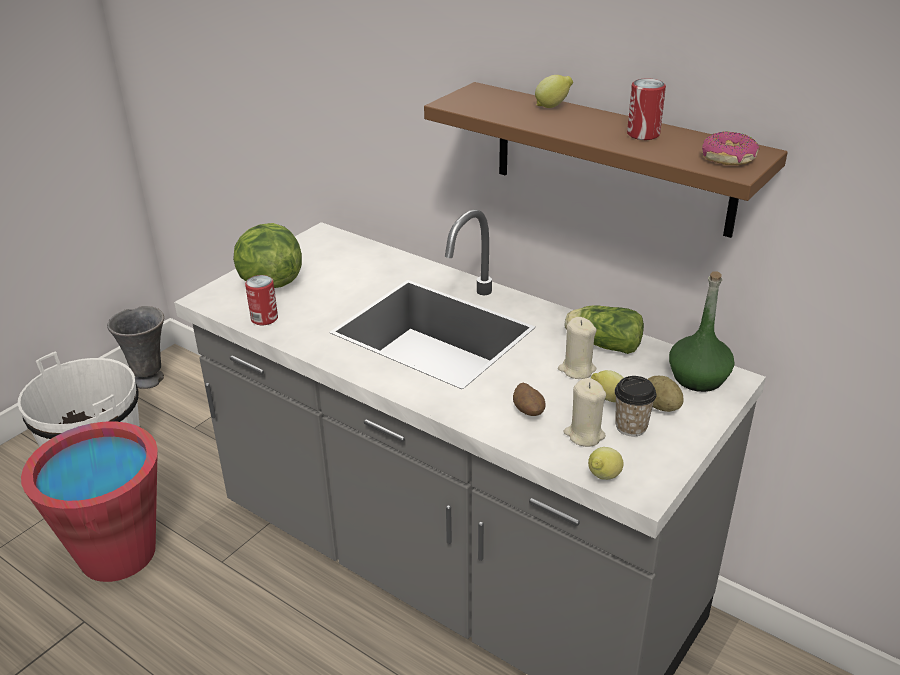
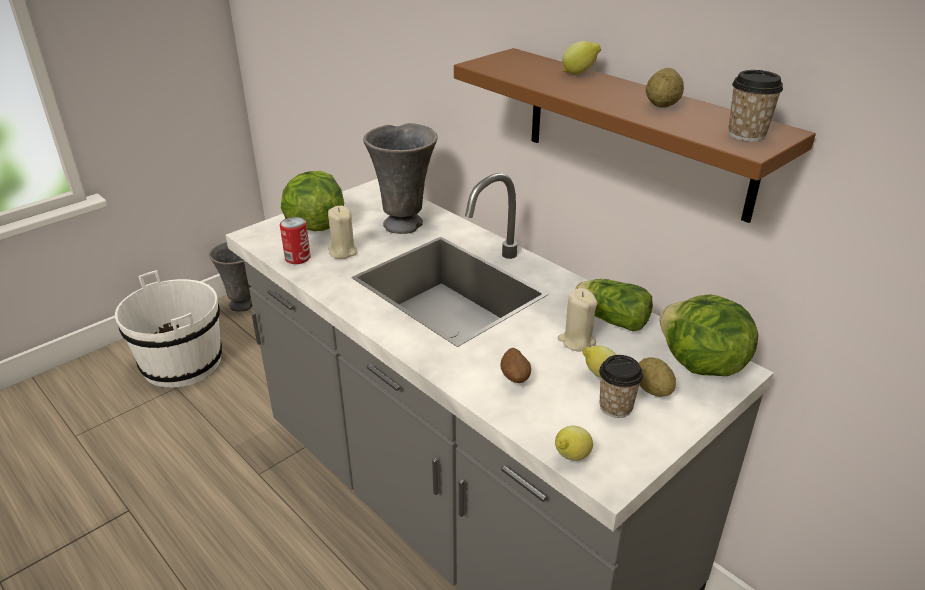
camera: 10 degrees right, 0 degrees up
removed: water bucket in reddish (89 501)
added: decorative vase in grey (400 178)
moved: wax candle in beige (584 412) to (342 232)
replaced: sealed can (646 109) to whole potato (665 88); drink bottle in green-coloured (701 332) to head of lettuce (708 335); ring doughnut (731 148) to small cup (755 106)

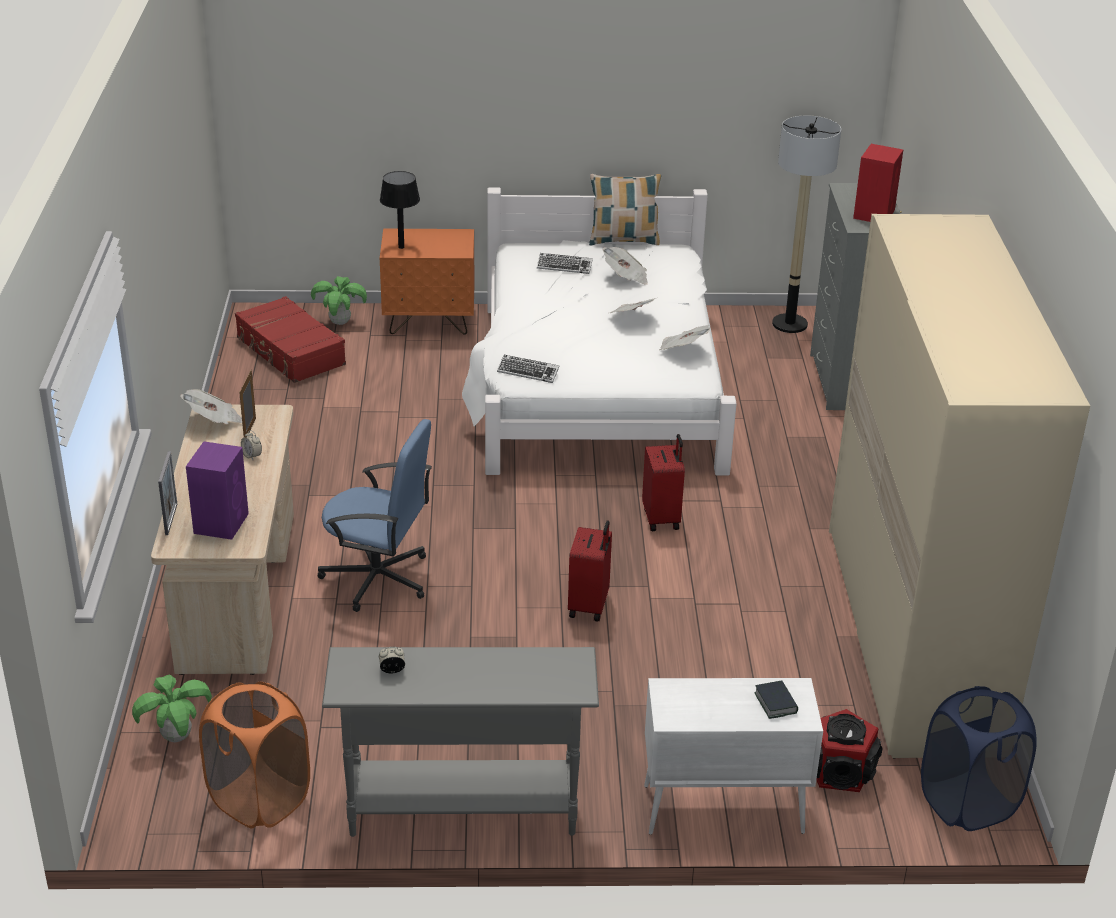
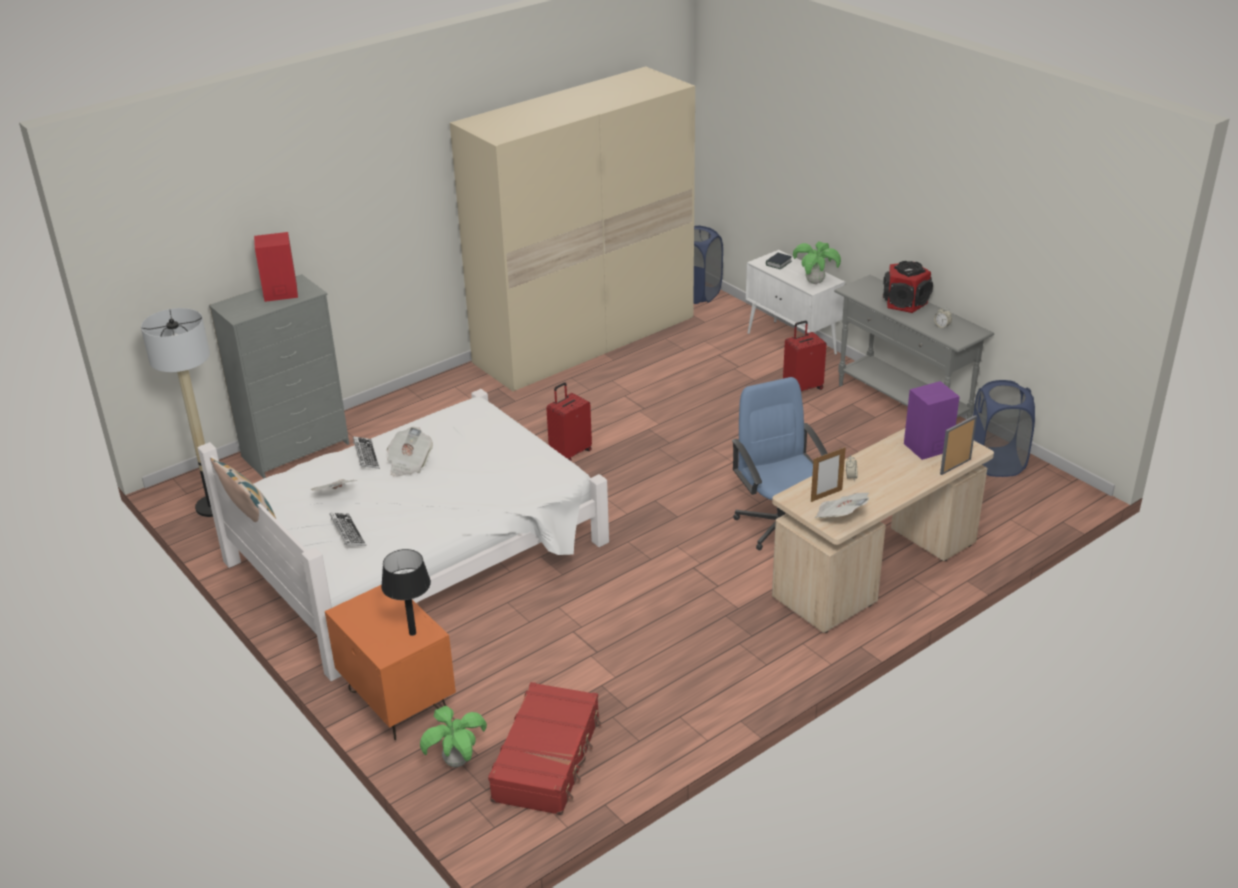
camera: 125 degrees left, 0 degrees up
removed: newspaper (684 337)
moved: computer keyboard (528 369) to (366 452); travel case in reddish (590 571) to (805 356); potted plant (172 708) to (817 263); speaker (849 750) to (908 287)
recoloured: washing basket in orange-coloured (254 755) to washing basket in bluish (1004 428)

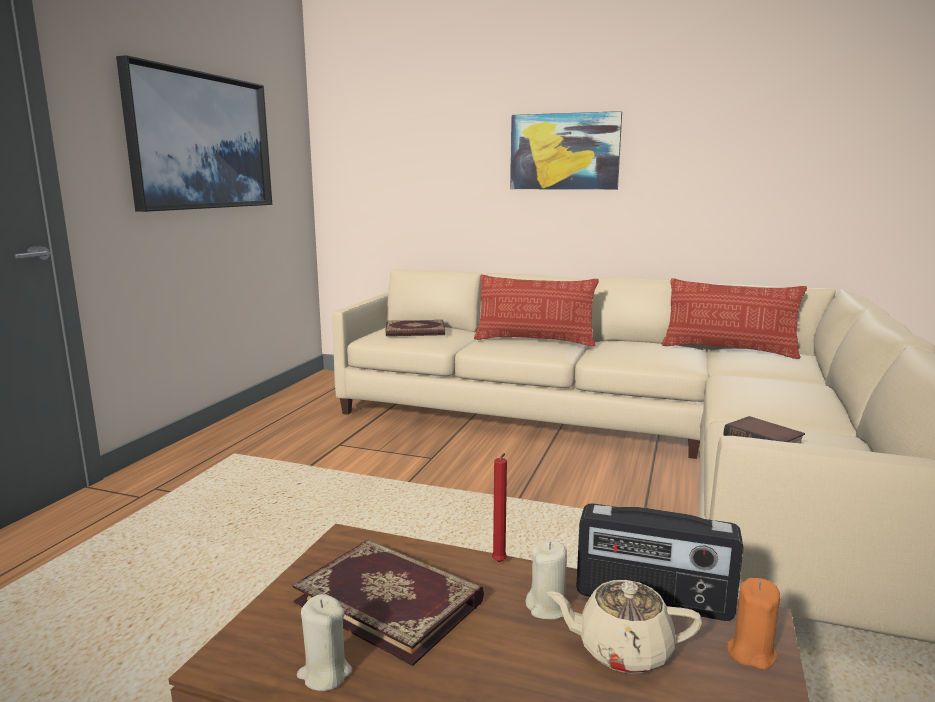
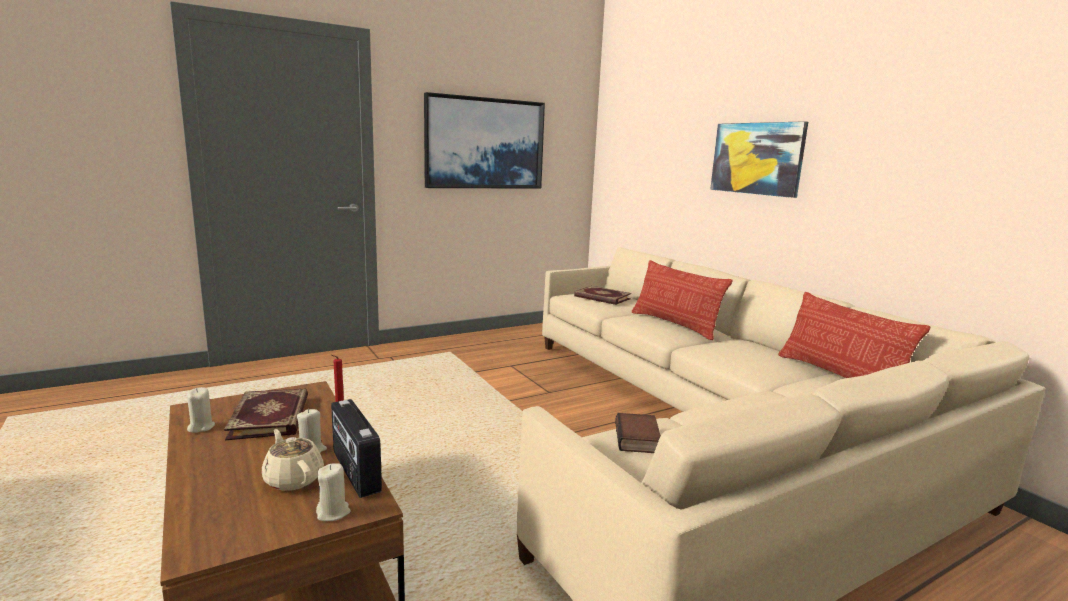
camera: 40 degrees right, 0 degrees up
recoloured: wax candle in orange-coloured (753 624) to wax candle in beige (333 492)

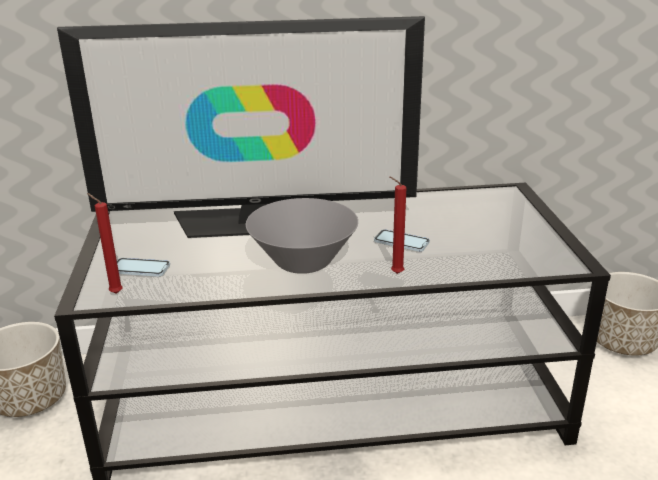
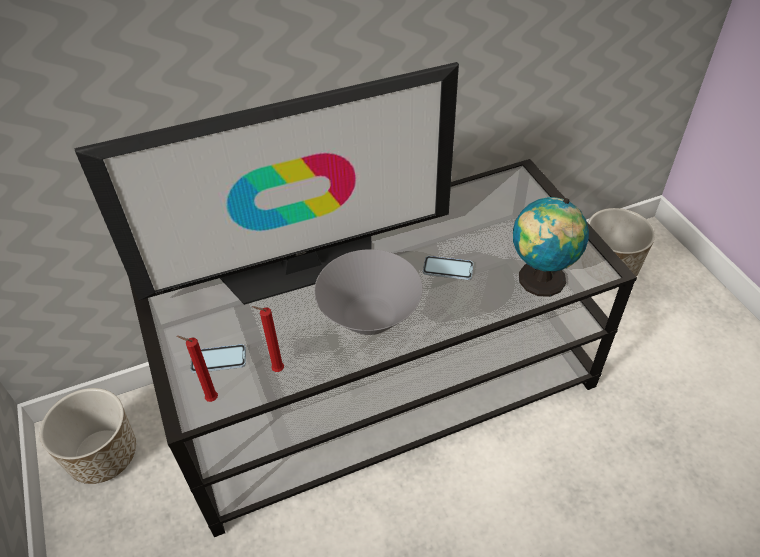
camera: 15 degrees left, 20 degrees up
added: desk globe (551 247)
moved: wax candle in reddish (397 225) to (268 339)

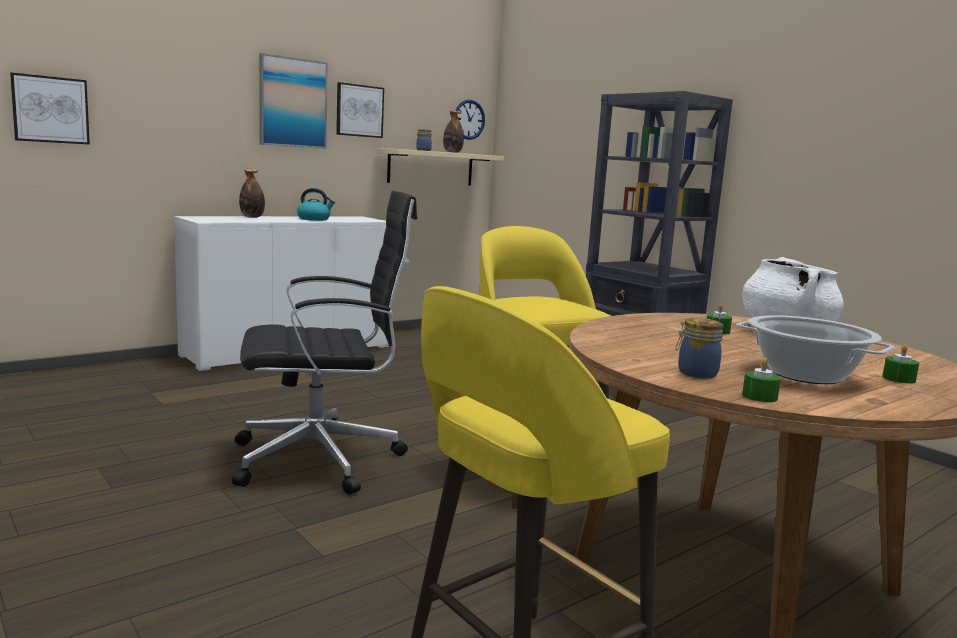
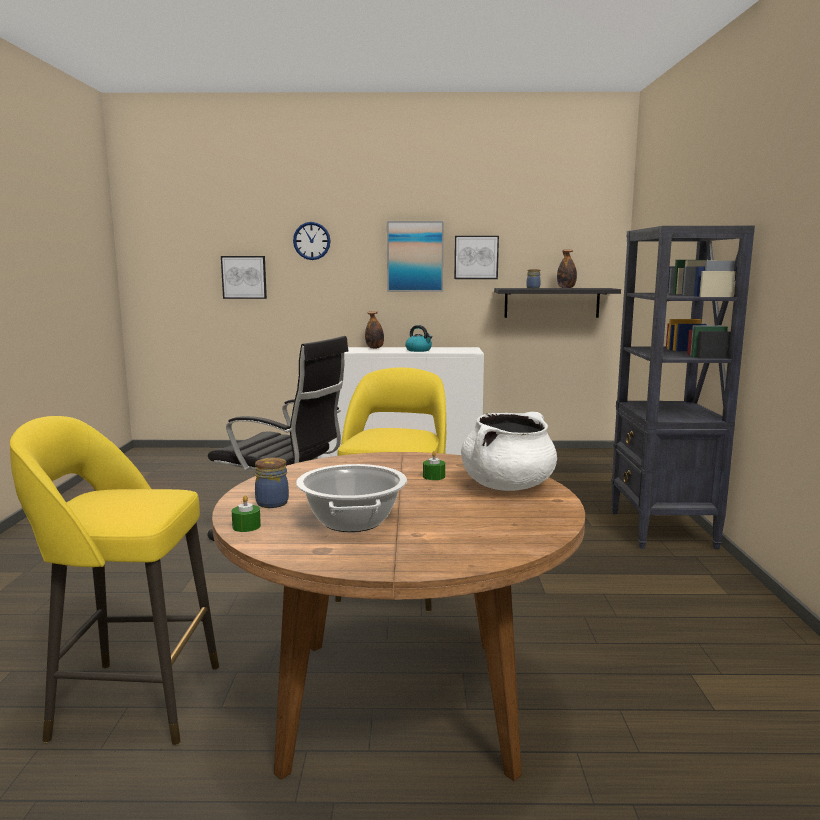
camera: 40 degrees right, 0 degrees up
removed: wax candle in green-coloured (900 364)
moved: clock on the wall (470 120) to (312 241)
recoloured: bracket shelf in beige (440 167) to bracket shelf in blackish (557 303)

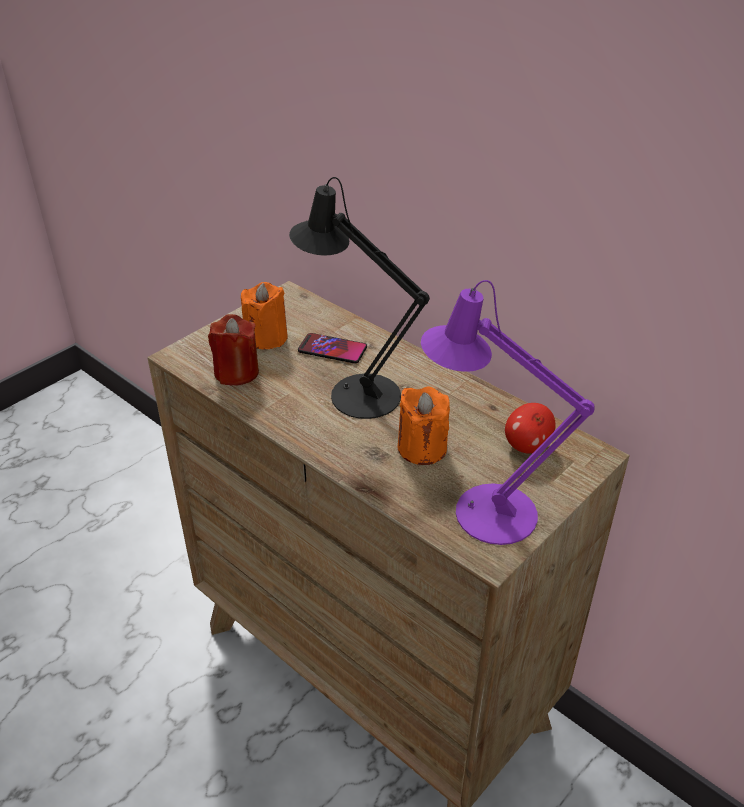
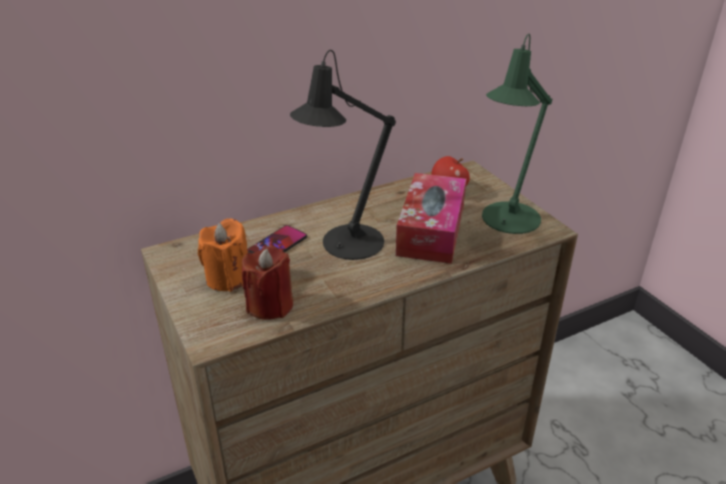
camera: 70 degrees left, 5 degrees down
replaced: wax candle in orange-coloured (424 425) to tissue holder (431 218)
recoloured: lamp for a table in purple (508 412) to lamp for a table in green-coloured (517 134)

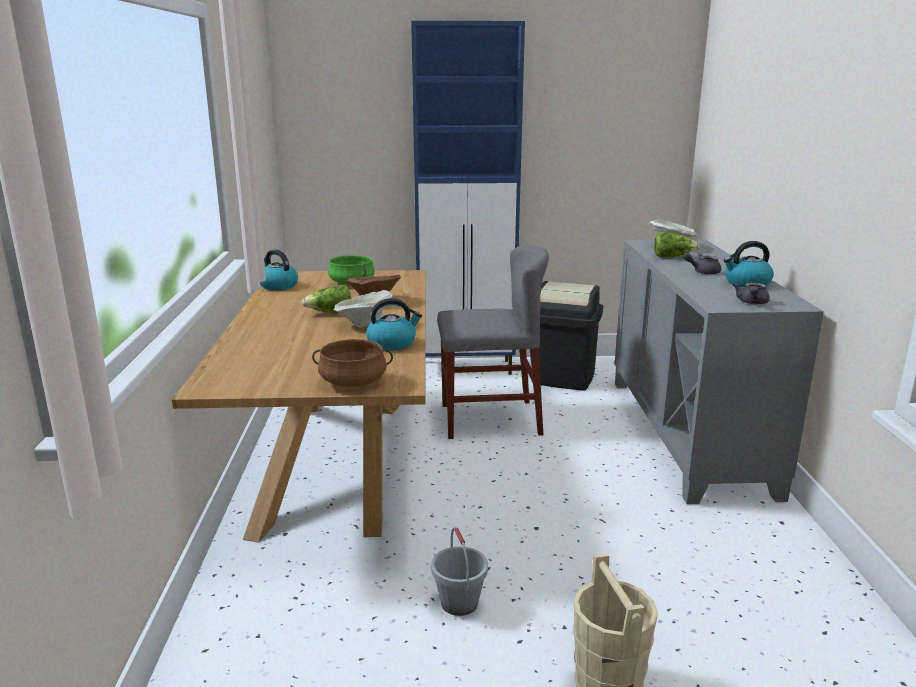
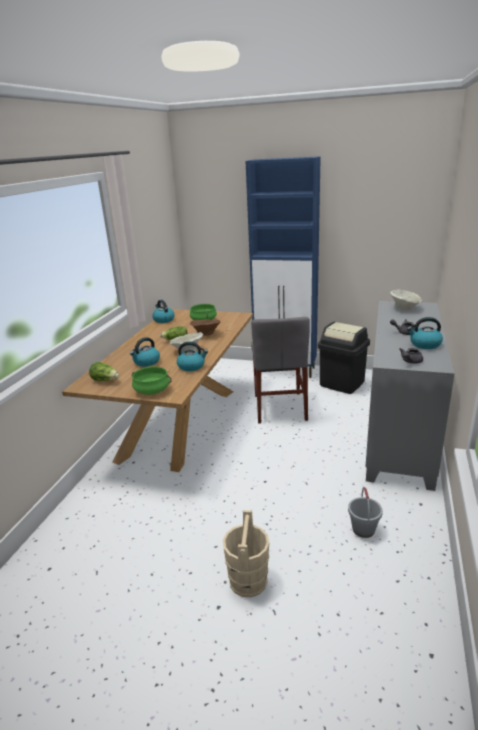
camera: 20 degrees right, 5 degrees up
added: water kettle (145 352)
moved: head of lettuce (677 245) to (104 371); water bucket in grey (459 571) to (365 512)
recoloured: cooking pot in brownish (352 363) to cooking pot in green-coloured (151 380)
turned: upright chair in grey (493 342) = (280 370) 75 degrees clockwise

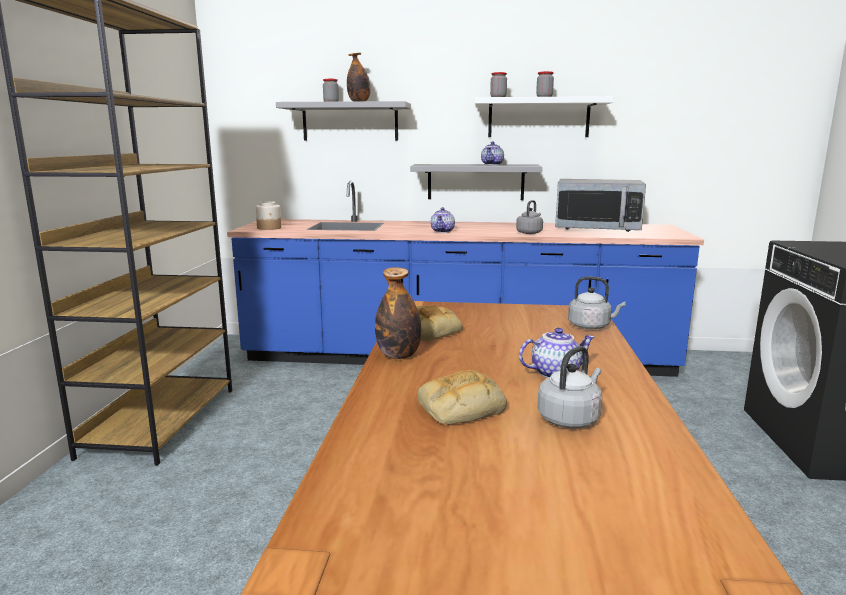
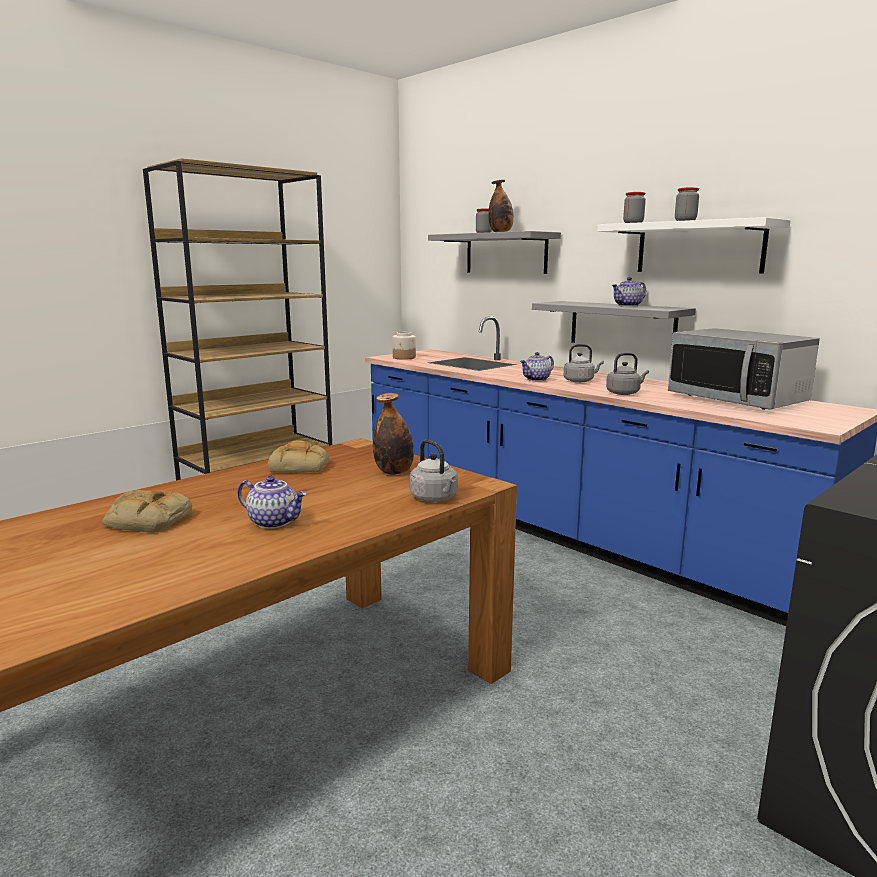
camera: 40 degrees right, 0 degrees up
moved: drink bottle (398 313) to (393 434); water kettle in grey (569 387) to (584 363)

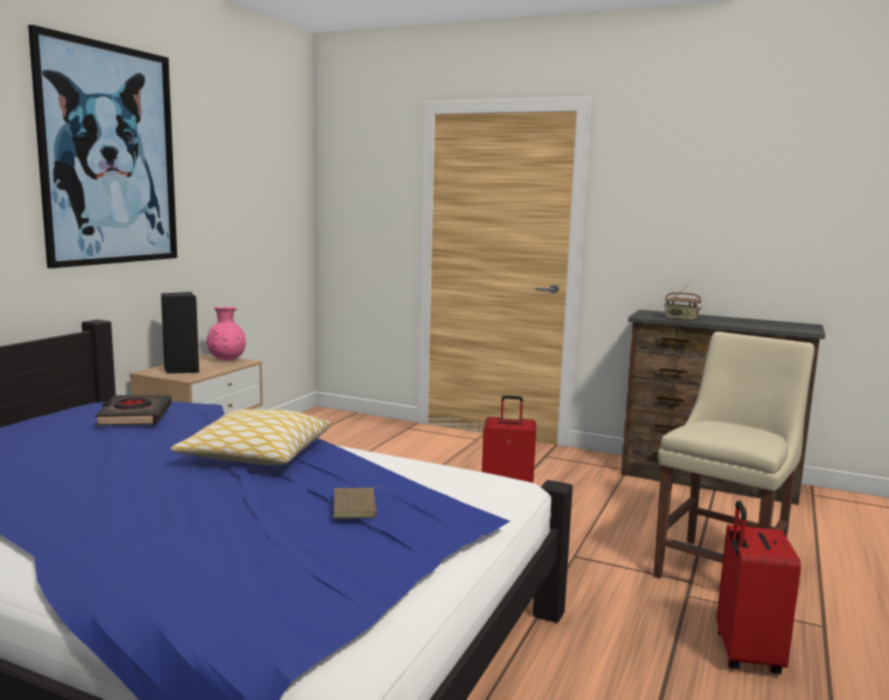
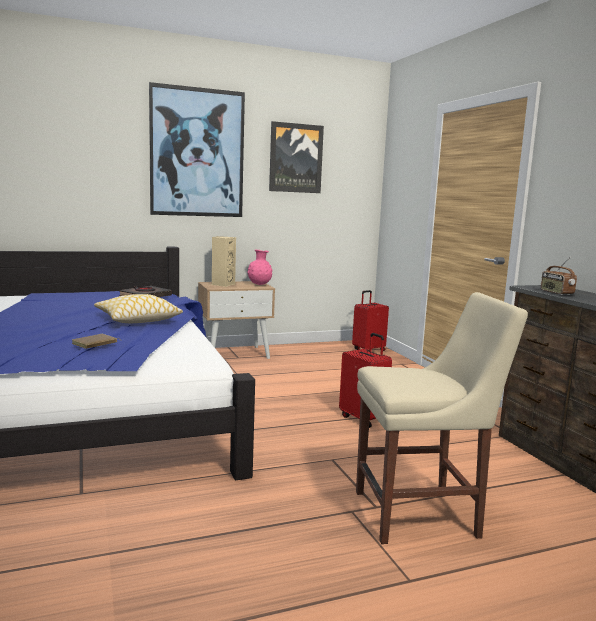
camera: 45 degrees right, 0 degrees up
added: wall art (296 157)
moved: travel case in reddish (759 588) to (370 320)
recoloured: speaker in blackish (180 333) to speaker in beige (224 261)

